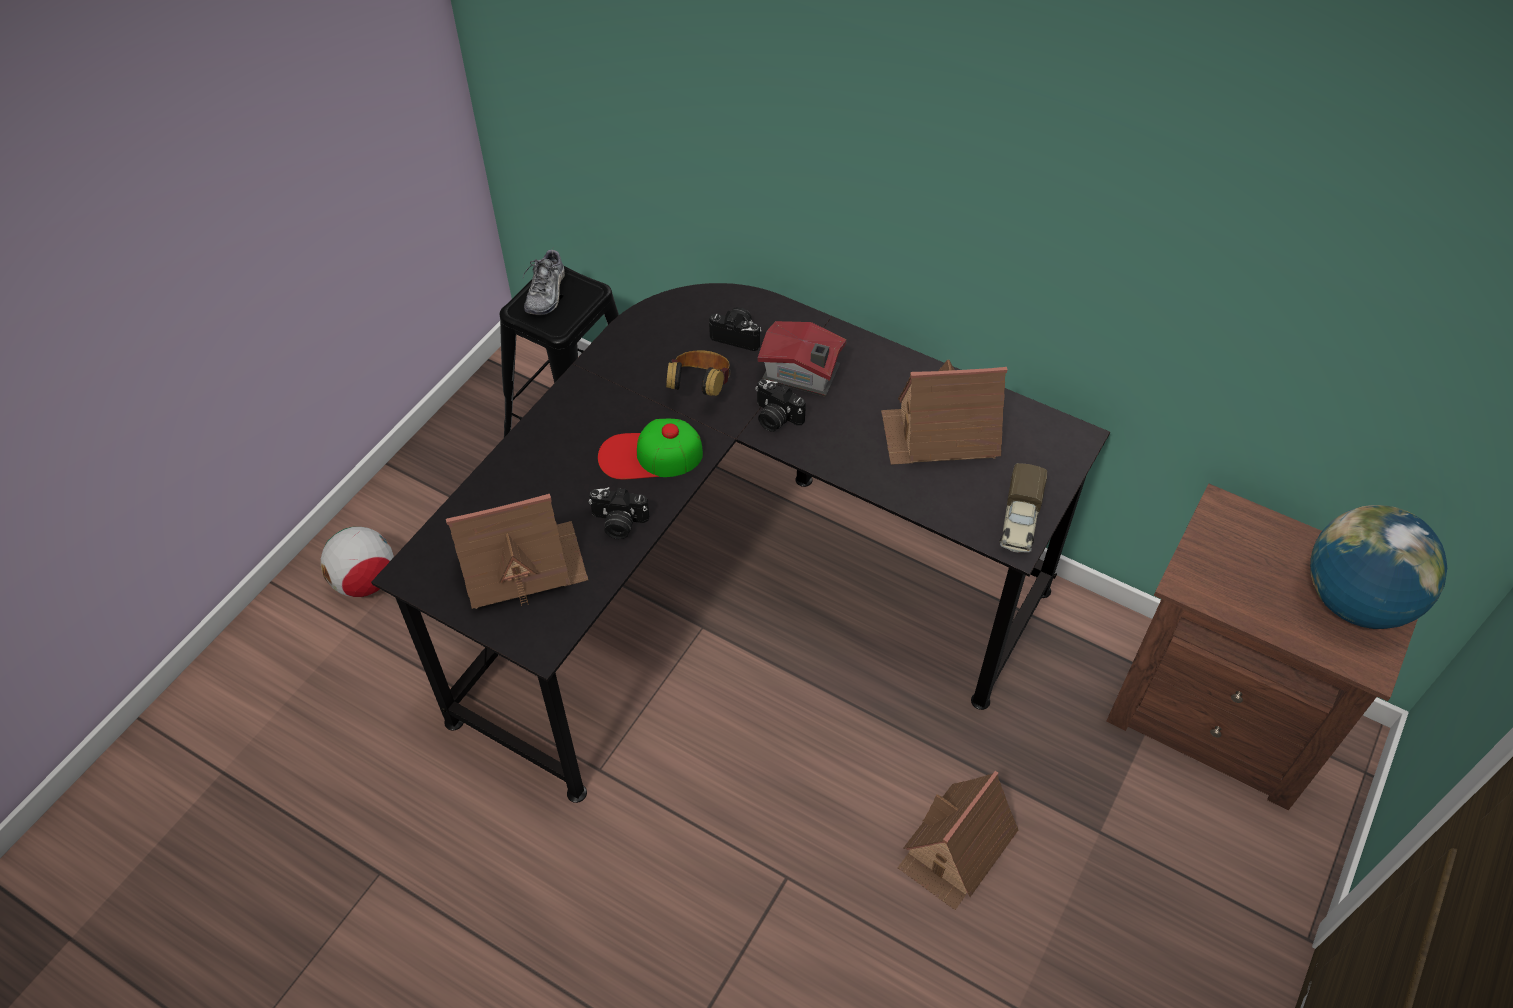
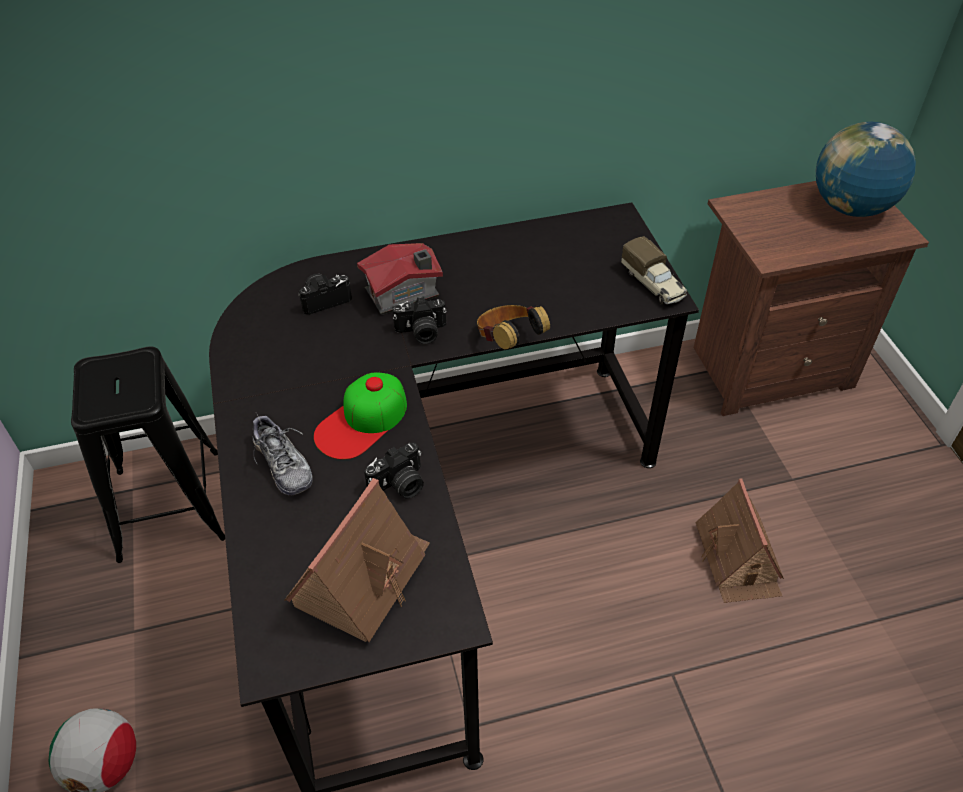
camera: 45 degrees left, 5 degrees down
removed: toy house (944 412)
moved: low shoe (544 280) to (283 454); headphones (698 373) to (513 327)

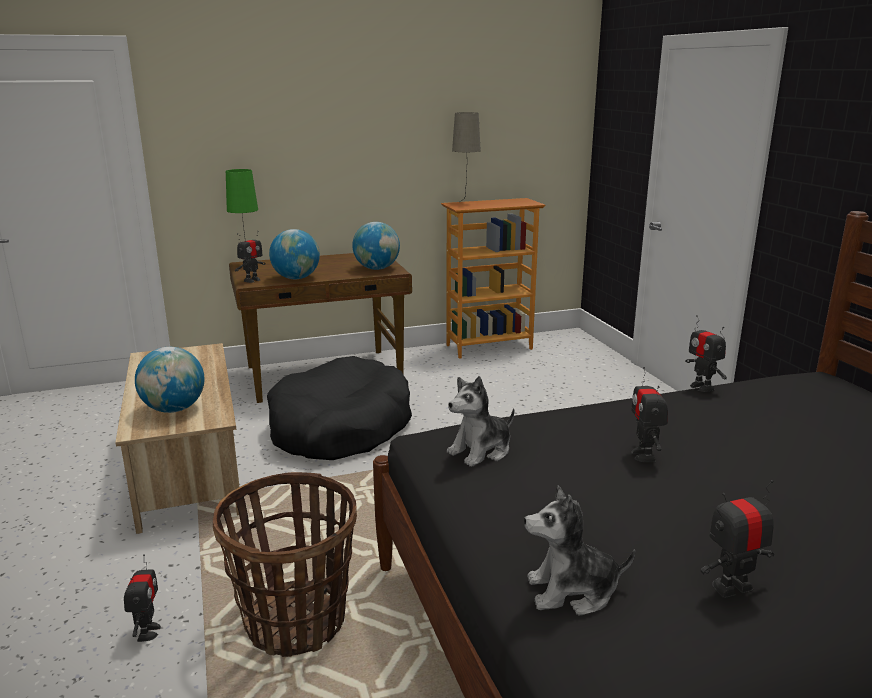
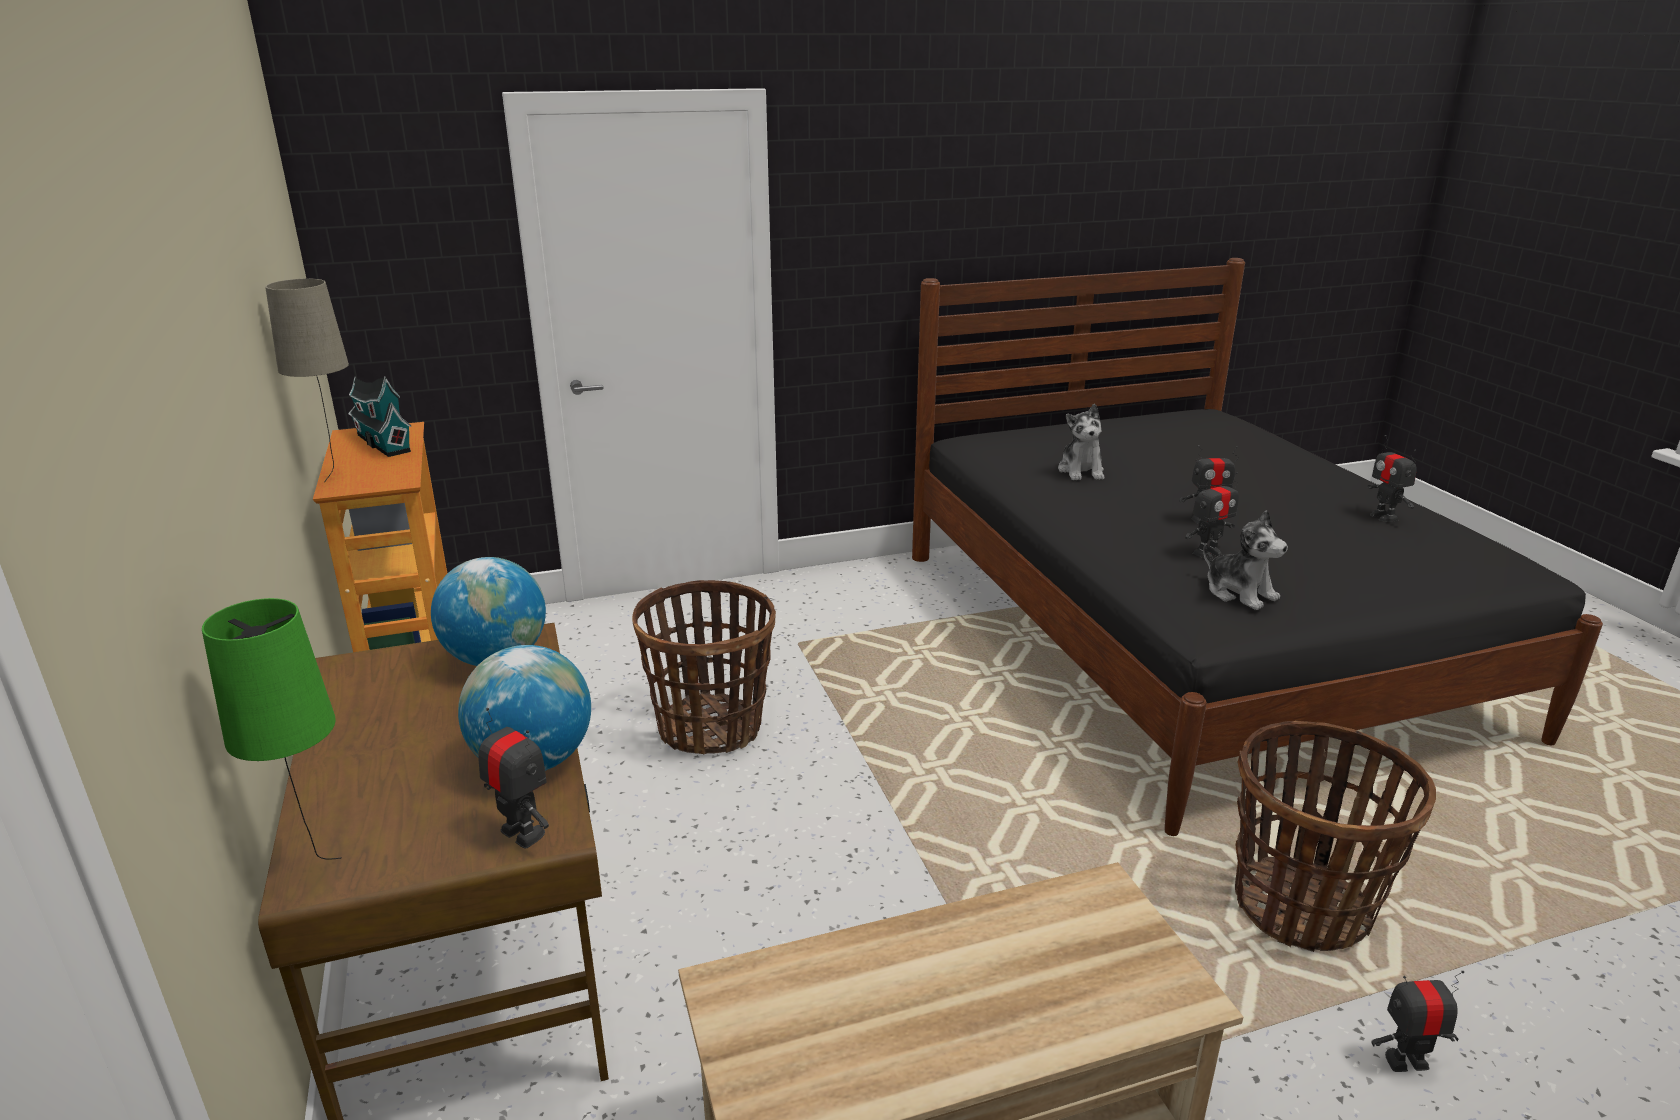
camera: 90 degrees left, 5 degrees up
removed: desk globe (169 380); dog bed in blackish (339 408)
added: toy house (380 417); storage basket (704 667)
moved: soft toy (579 551) to (1081 442); robot figure (706 353) to (1212 515)

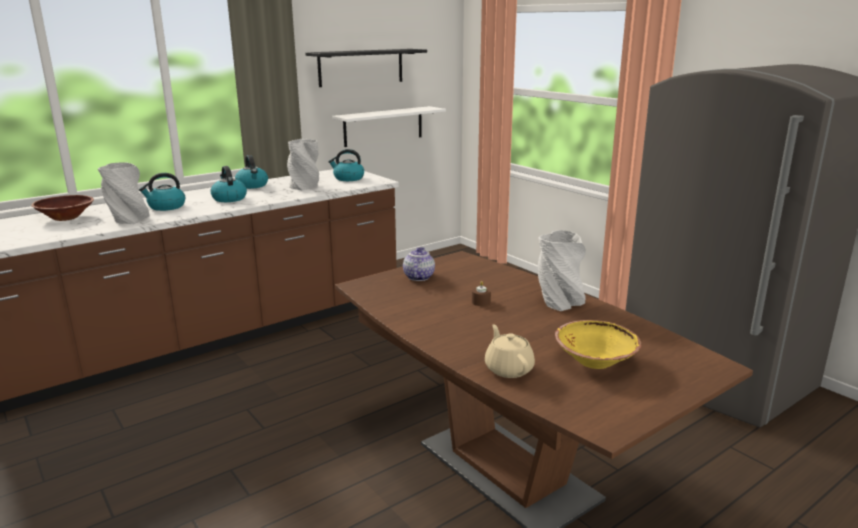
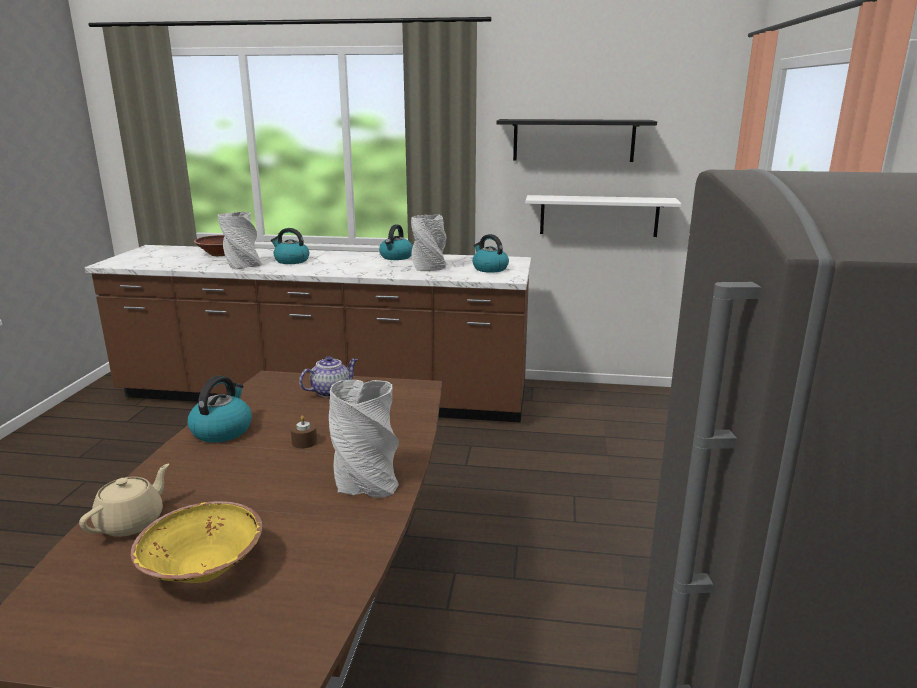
camera: 45 degrees right, 0 degrees up
moved: water kettle (228 184) to (220 409)

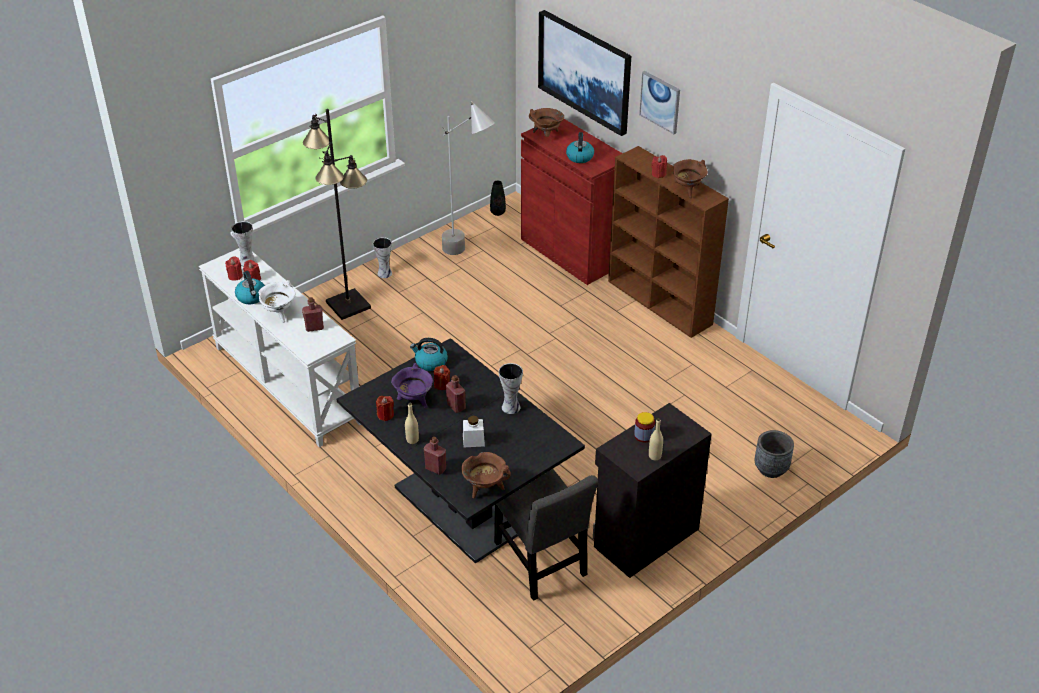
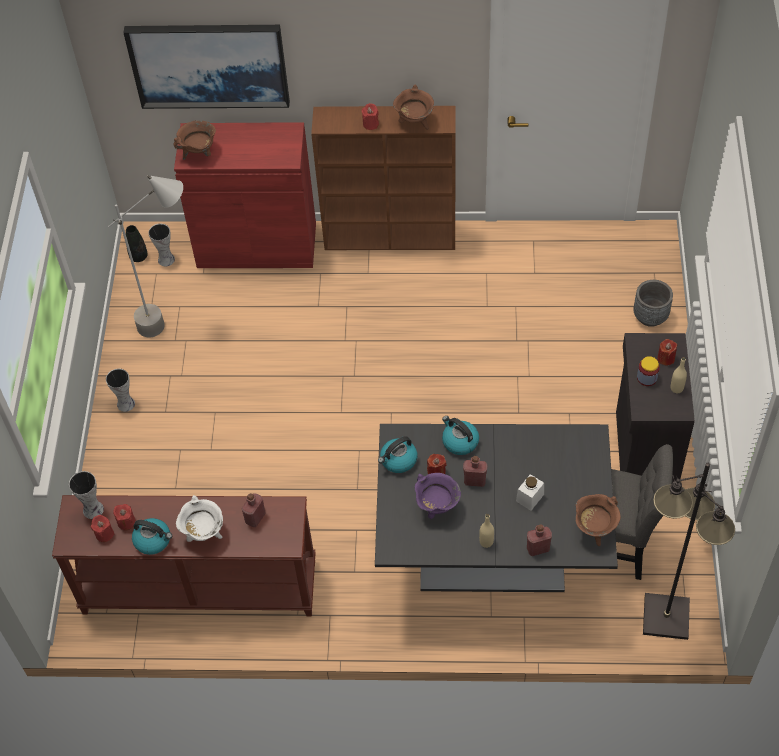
camera: 45 degrees left, 15 degrees up
removed: wall art (659 102)
moved: decorative vase (511 388) to (161 245); water kettle (580 147) to (460 435); standing lamp in blackish (337 214) to (689 551); wax candle in reddish (385 408) to (667 352)
recoloured: hall table in white-coloured (280 348) to hall table in brownish (184 556)

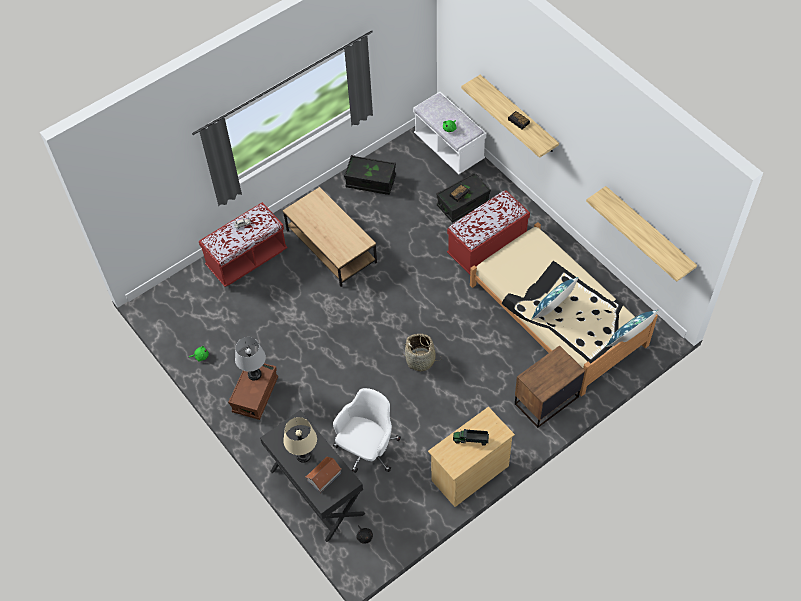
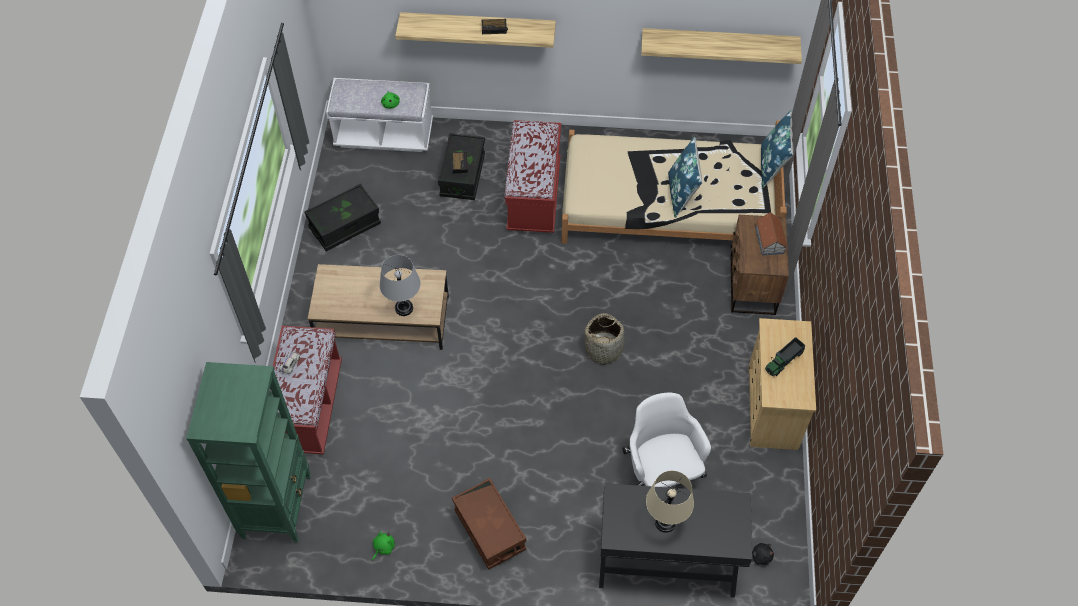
camera: 50 degrees left, 0 degrees up
added: shelving unit in green-coloured (248 452)
moved: lamp for a table in grey (250 359) to (400 285); toy house (323 474) to (772 234)

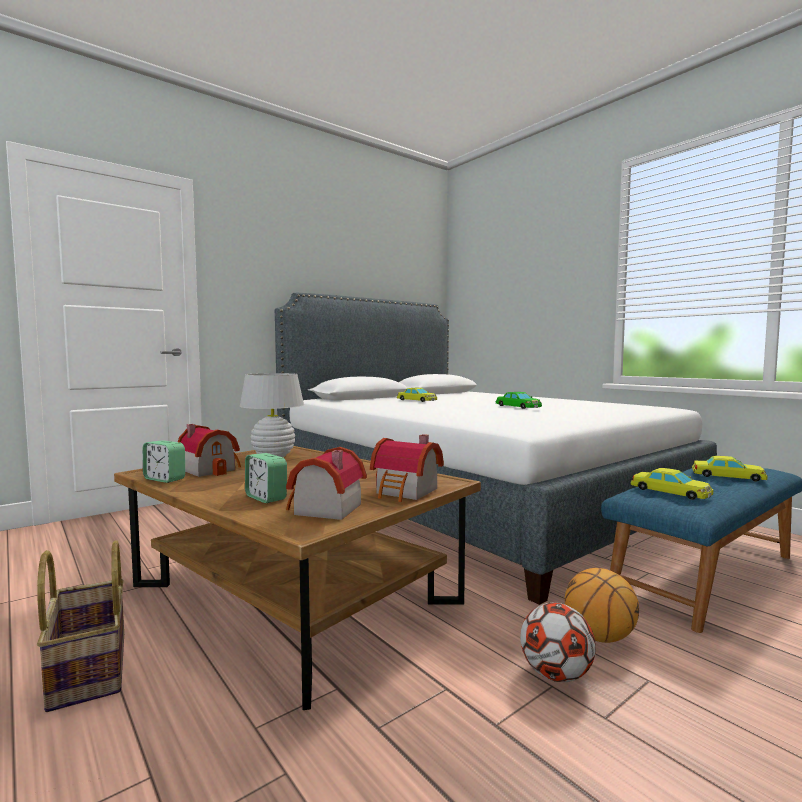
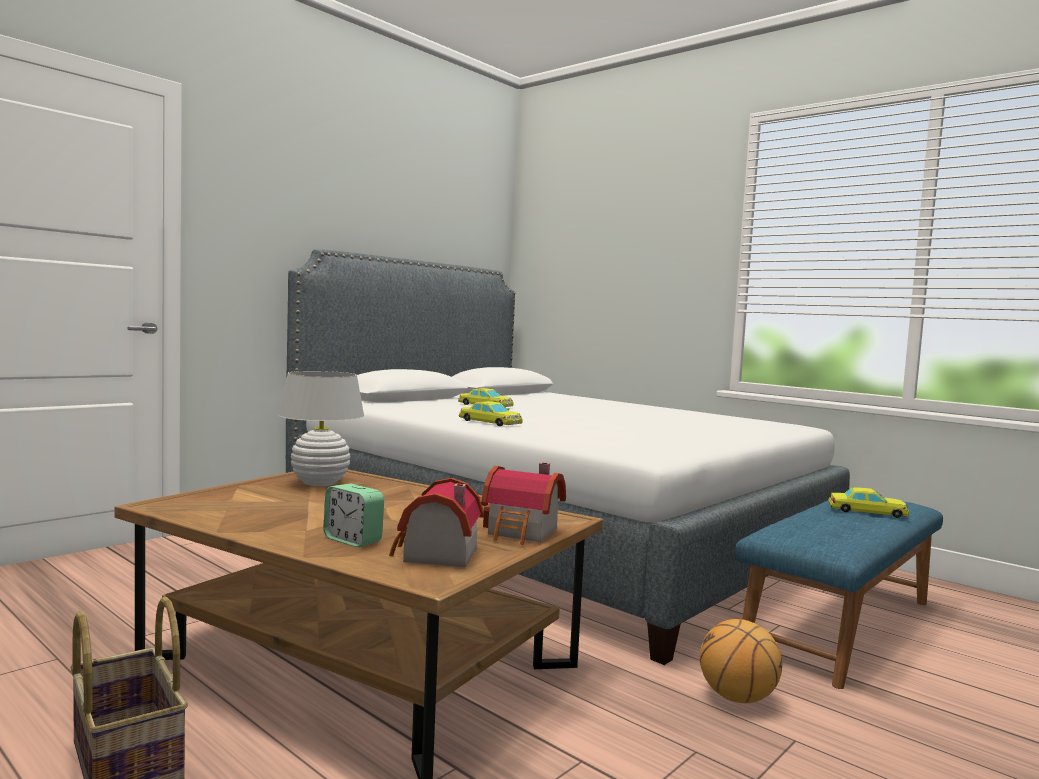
camera: 10 degrees left, 0 degrees up
removed: alarm clock (164 461); toy house (209 450); miniature car in green-coloured (519 400); ball for football (558 642)
moved: miniature car in yellowish (671 484) to (491 413)

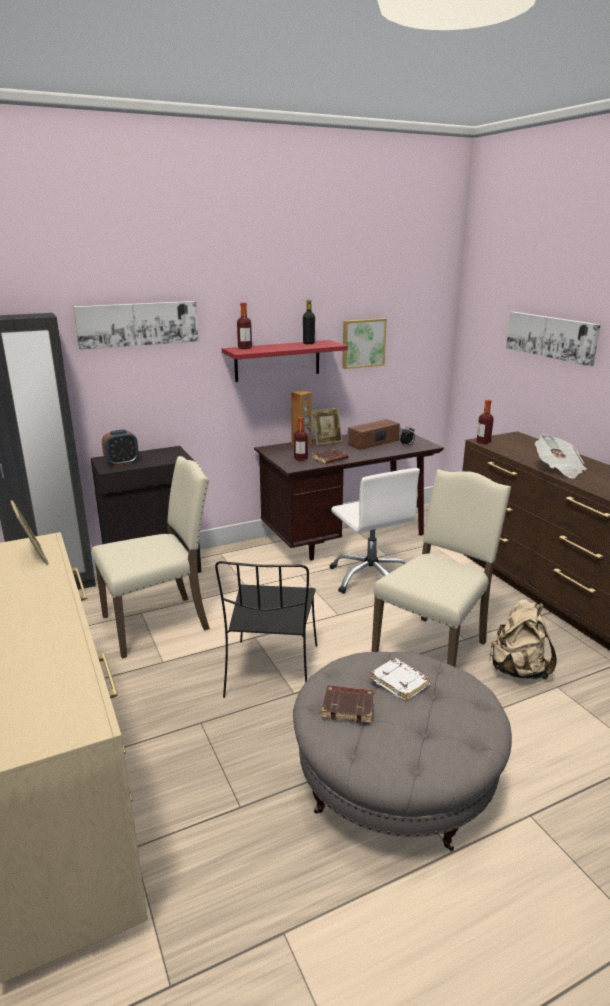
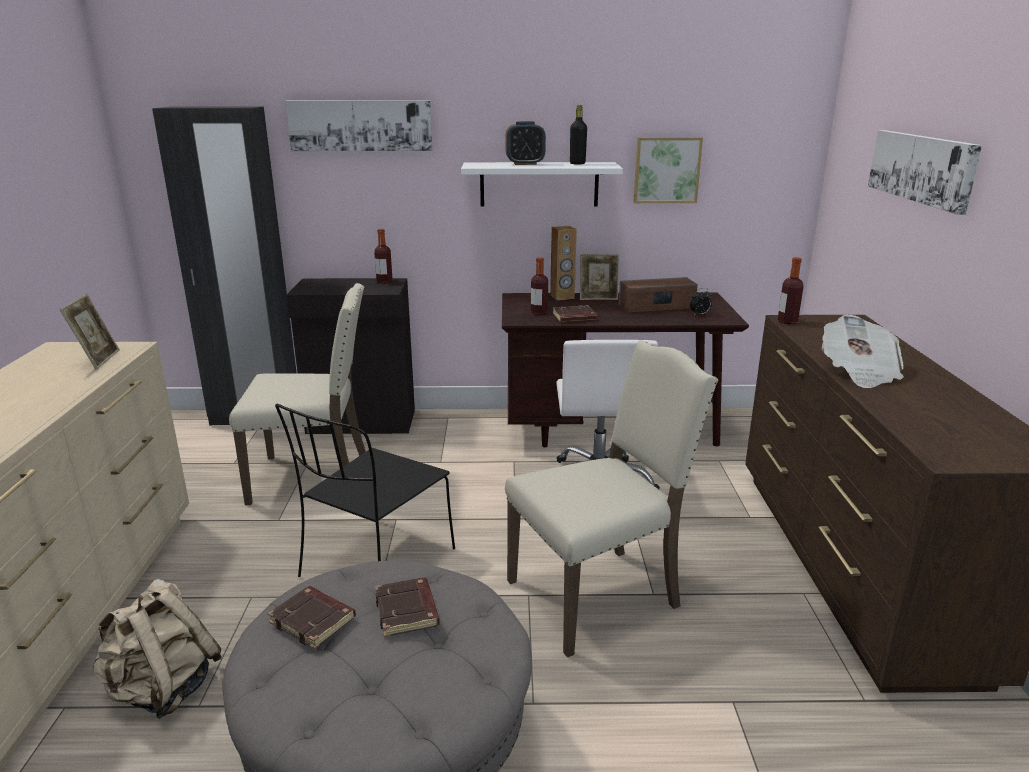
camera: 25 degrees right, 0 degrees up
moved: knapsack in beige (523 639) to (156 649); drink bottle (244 326) to (383 256); alarm clock (120 447) to (525 143)
recoloured: book in white-coloured (400 680) to book in brownish (407 607); bracket shelf in reddish (285 361) to bracket shelf in white-coloured (542 184)

